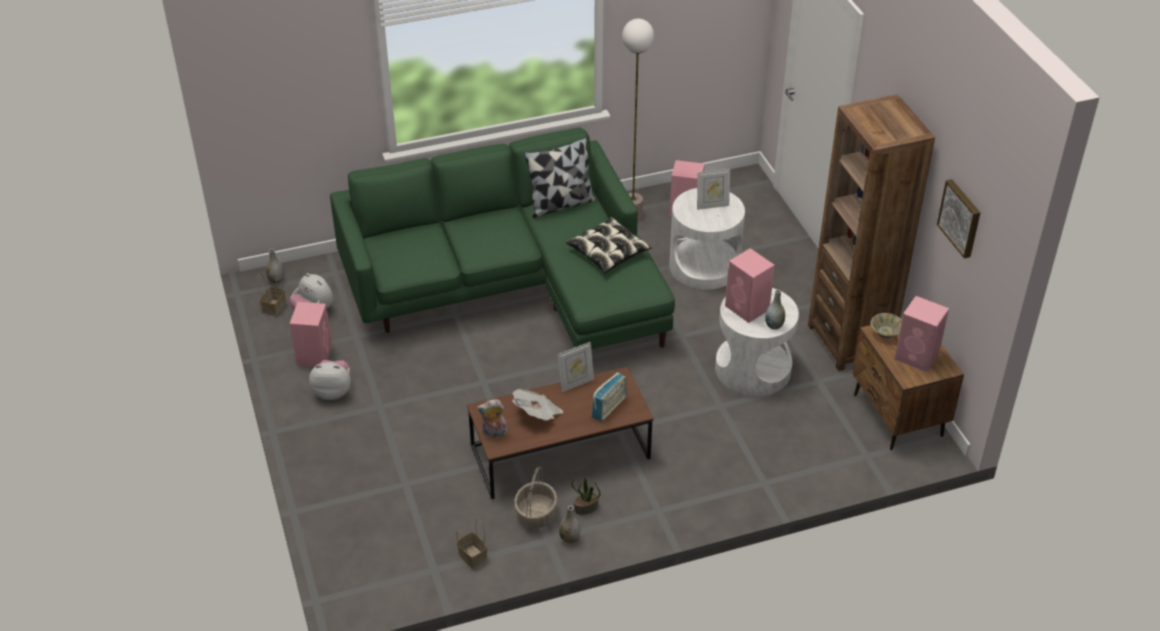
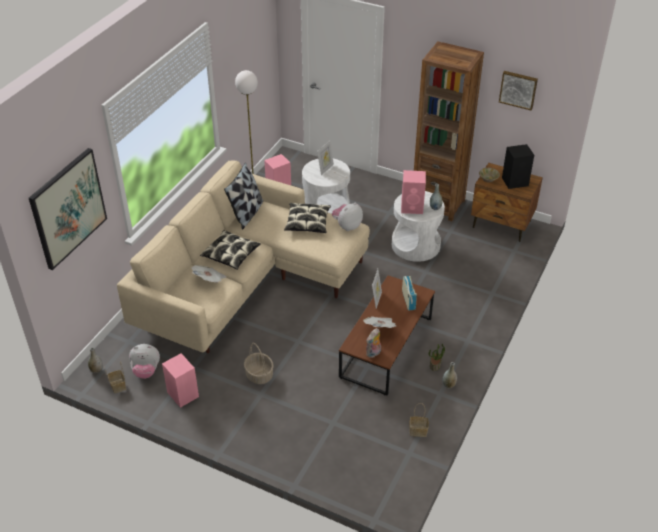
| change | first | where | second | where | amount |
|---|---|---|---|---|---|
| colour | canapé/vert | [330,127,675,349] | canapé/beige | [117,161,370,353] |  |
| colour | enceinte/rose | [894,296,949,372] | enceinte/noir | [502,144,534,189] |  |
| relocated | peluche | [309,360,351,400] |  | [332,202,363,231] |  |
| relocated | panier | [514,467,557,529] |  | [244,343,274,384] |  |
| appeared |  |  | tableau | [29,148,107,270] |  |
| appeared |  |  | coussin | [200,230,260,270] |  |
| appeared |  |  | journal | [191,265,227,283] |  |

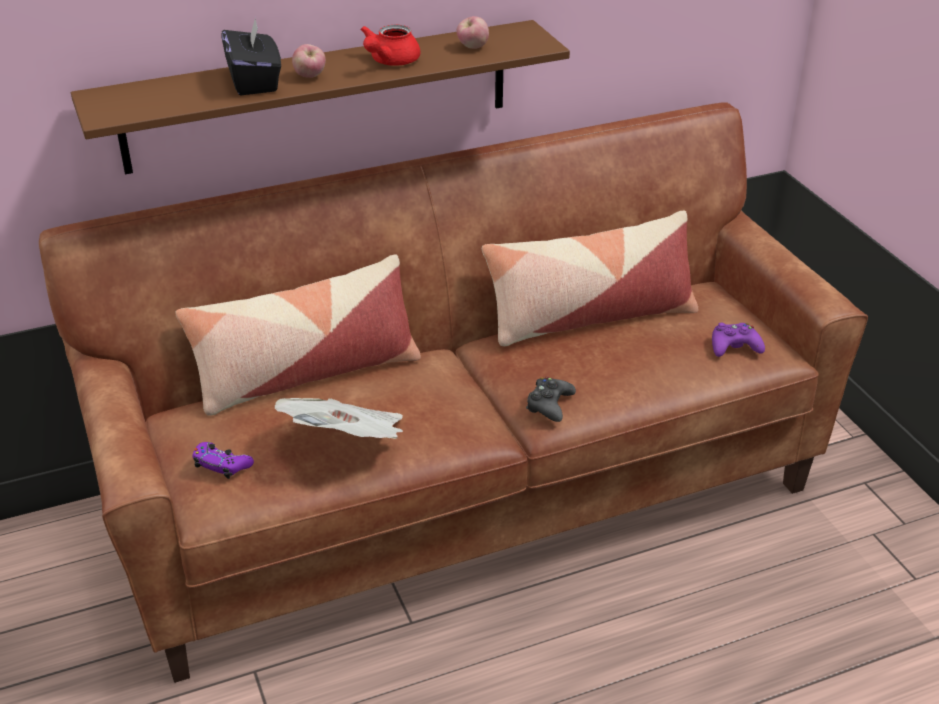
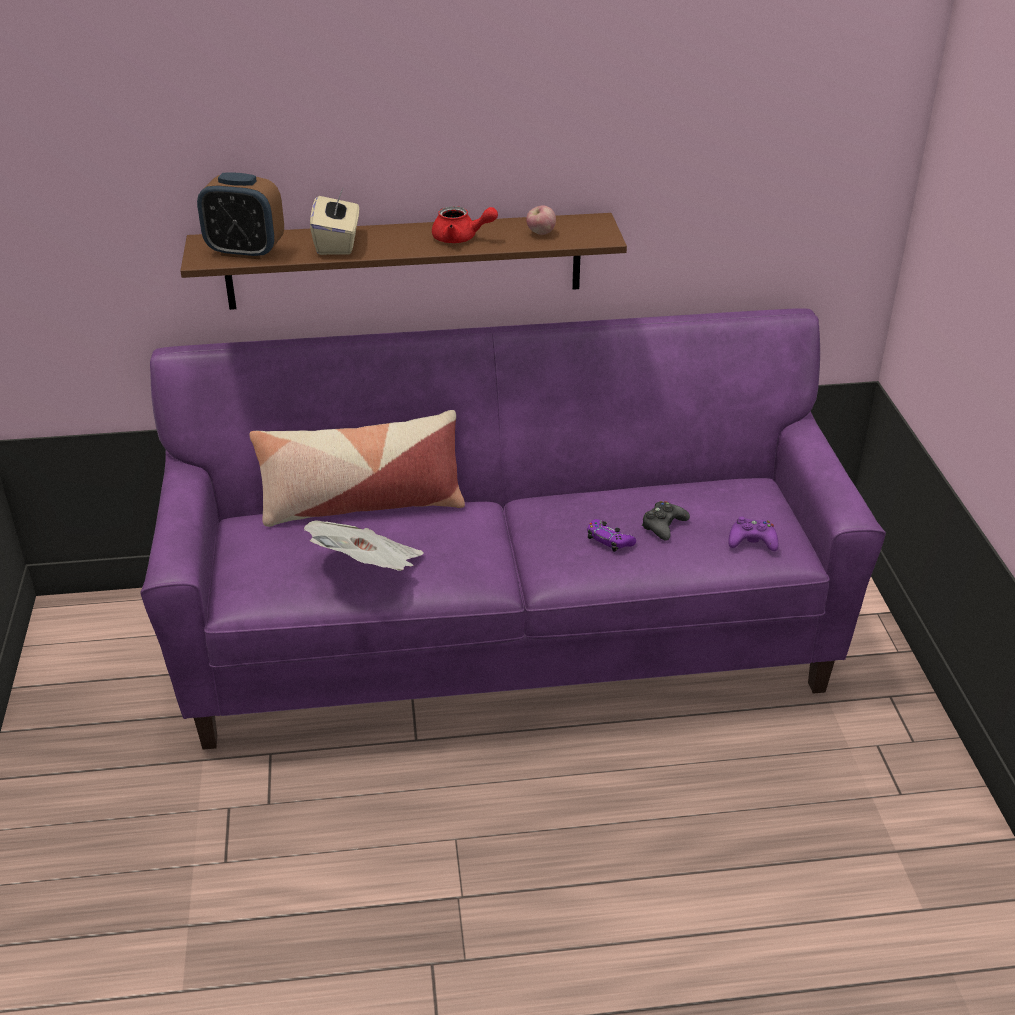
| change | first | where | second | where | amount |
|---|---|---|---|---|---|
| colour | boîte à mouchoirs/noir | [221,17,281,95] | boîte à mouchoirs/beige | [310,189,359,255] |  |
| spun | théière/rouge | [360,25,420,66] |  | [432,206,498,243] | 120 degrees counterclockwise |
| missing | pomme | [292,44,326,78] |  |  |  |
| colour | canapé/marron | [39,102,868,683] | canapé/violet | [140,308,886,750] |  |
| missing | coussin | [482,211,698,346] |  |  |  |
| relocated | manette/noir | [526,377,576,422] |  | [642,501,690,541] |  |
| relocated | manette/violet | [192,442,254,479] |  | [587,519,636,552] |  |
| appeared |  |  | réveil | [197,173,284,260] |  |

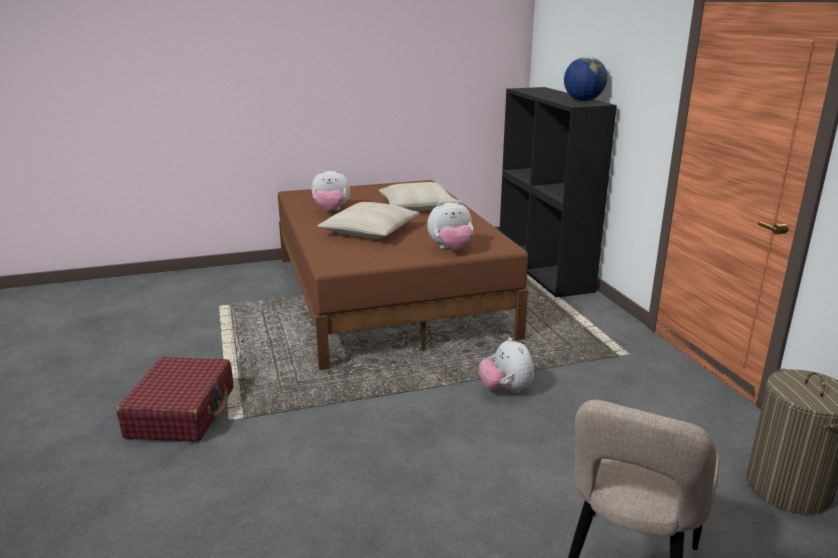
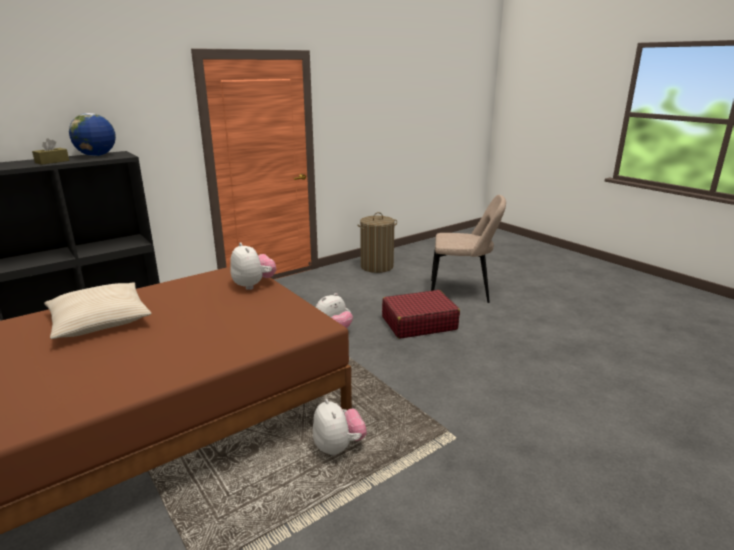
| change | first | where | second | where | amount |
|---|---|---|---|---|---|
| relocated | peluche | [311,169,350,211] |  | [313,398,367,456] |  |
| missing | coussin/beige | [317,202,420,239] |  |  |  |
| relocated | valise/rouge | [117,357,233,442] |  | [382,290,460,339] |  |
| appeared |  |  | boîte à mouchoirs/marron | [32,138,69,165] |  |

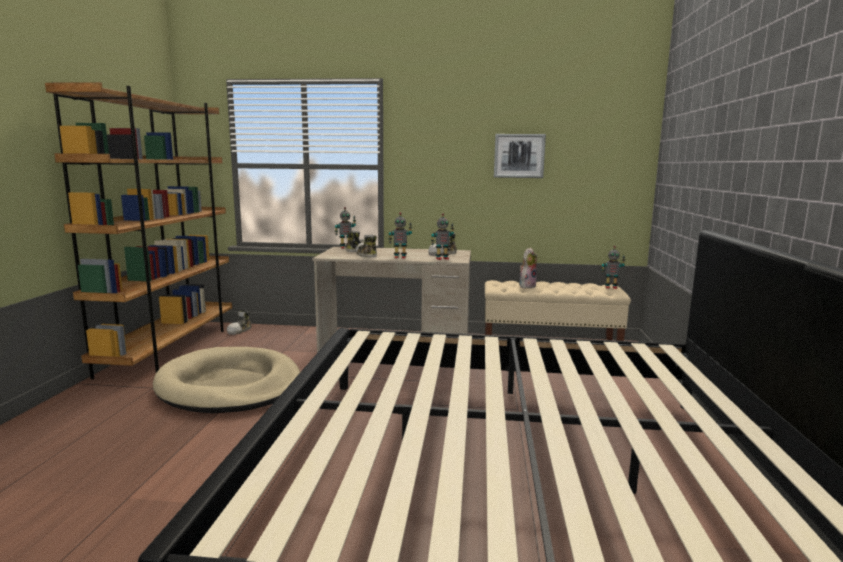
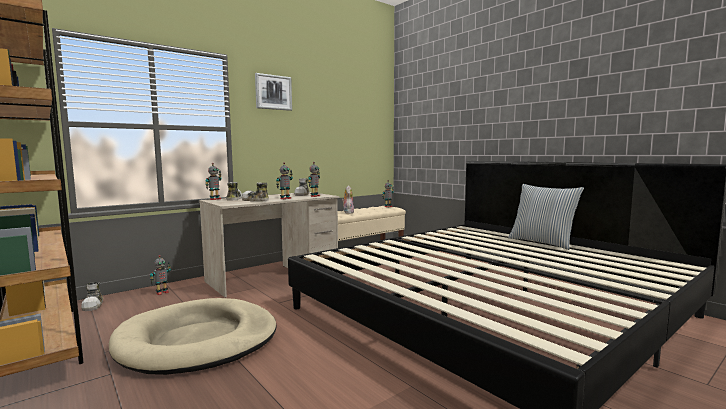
| change | first | where | second | where | amount |
|---|---|---|---|---|---|
| relocated | tableau | [494,134,546,178] |  | [255,73,292,111] |  |
| appeared |  |  | coussin | [508,184,584,250] |  |
| appeared |  |  | robot jouet | [150,255,171,295] |  |

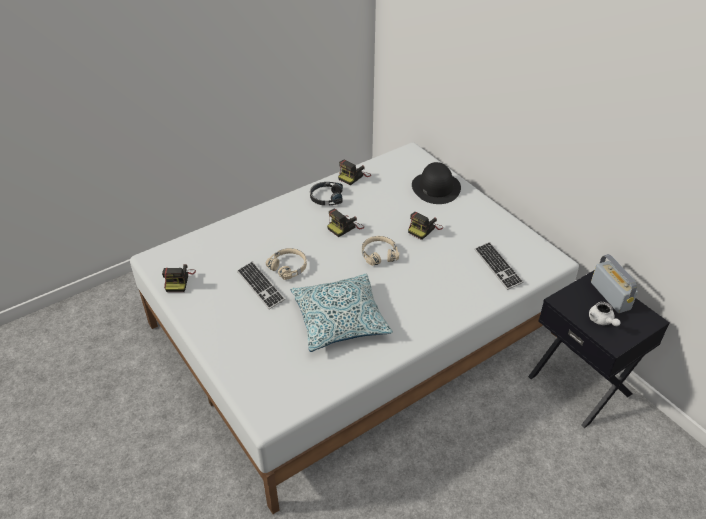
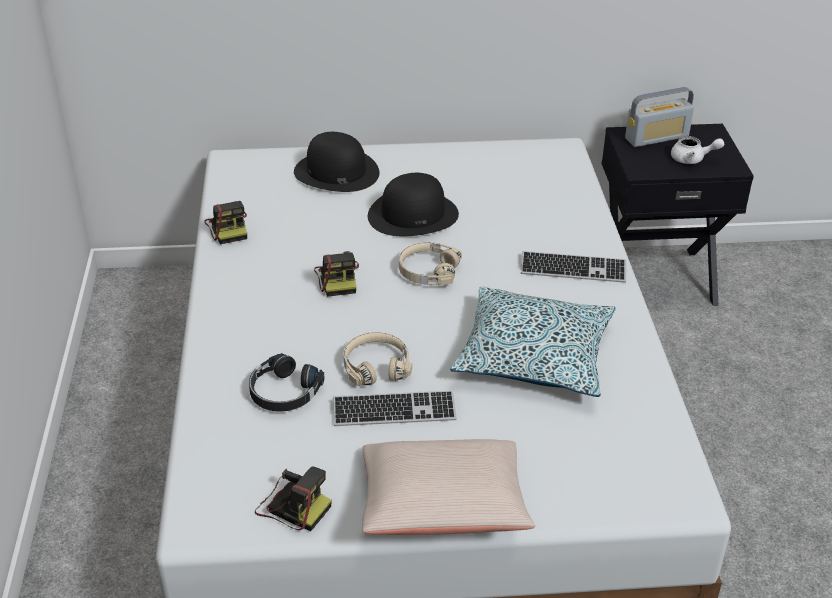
| change | first | where | second | where | amount |
|---|---|---|---|---|---|
| relocated | casque audio/noir | [310,182,343,206] |  | [249,353,324,412] |  |
| exchanged | appareil photo | [408,212,443,240] | chapeau/noir | [368,173,459,236] |  |
| relocated | clavier | [474,242,524,290] |  | [521,251,626,283] |  |
| spun | radio | [591,254,638,313] |  | [625,87,694,147] | 150 degrees clockwise |
| appeared |  |  | coussin/beige | [362,439,535,535] |  |

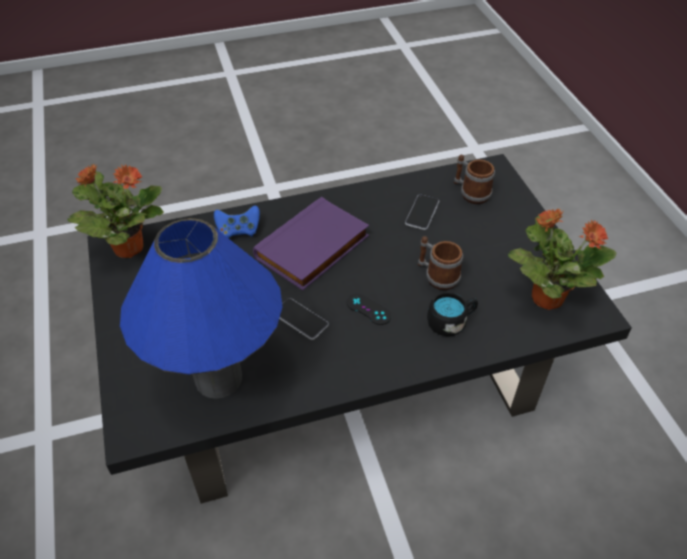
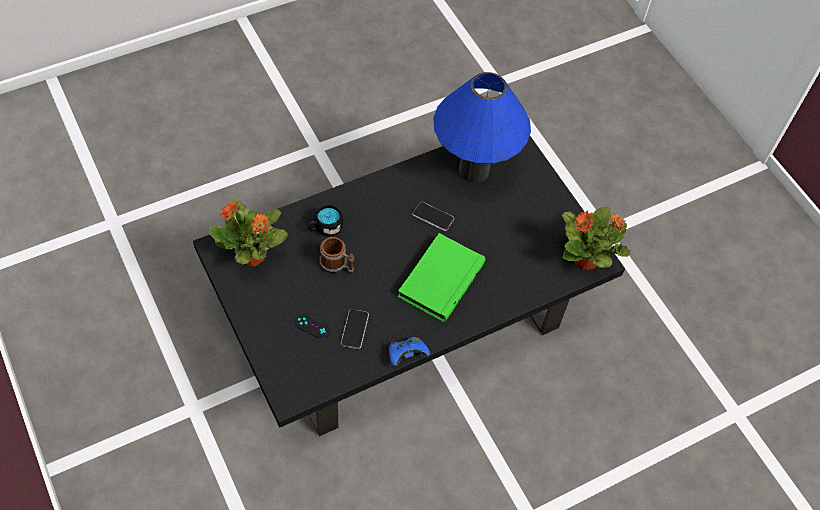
| change | first | where | second | where | amount |
|---|---|---|---|---|---|
| missing | mug | [454,155,495,204] |  |  |  |
| colour | livre/violet | [253,197,369,290] | livre/vert | [397,233,485,322] |  |
| relocated | manette/bleu | [214,206,260,238] |  | [389,337,430,366] |  |
| relocated | manette/noir | [347,294,391,325] |  | [294,314,331,339] |  |

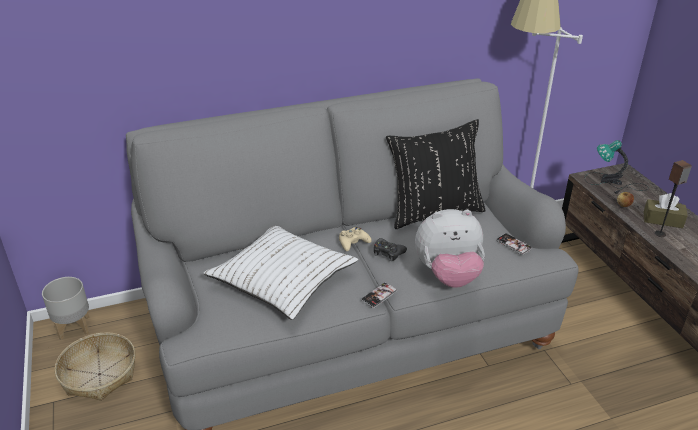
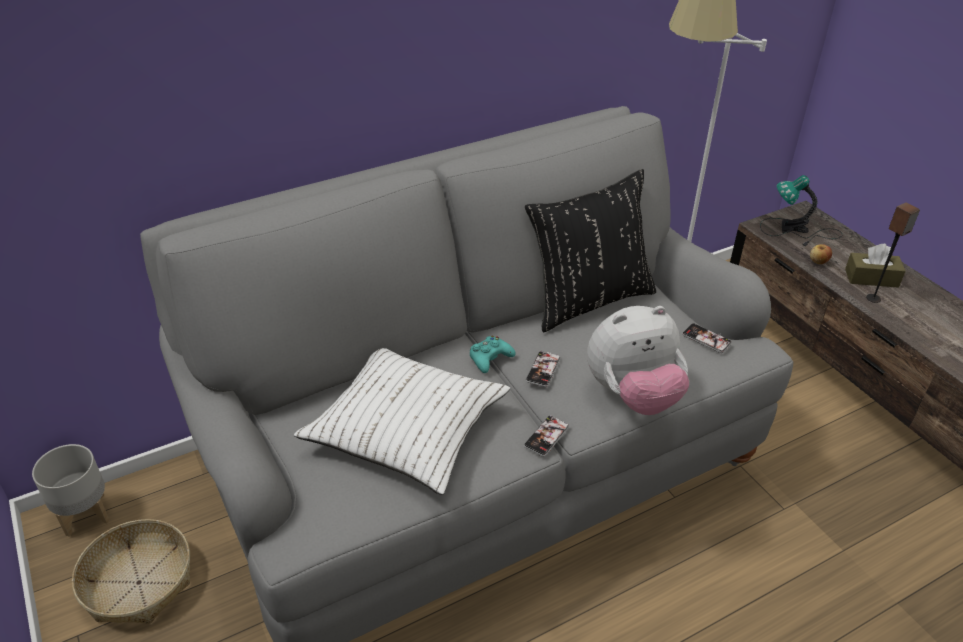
| change | first | where | second | where | amount |
|---|---|---|---|---|---|
| colour | manette/beige | [339,227,372,251] | manette/turquoise | [470,336,516,373] |  |
| exchanged | manette/noir | [374,238,407,261] | téléphone | [526,351,560,387] |  |

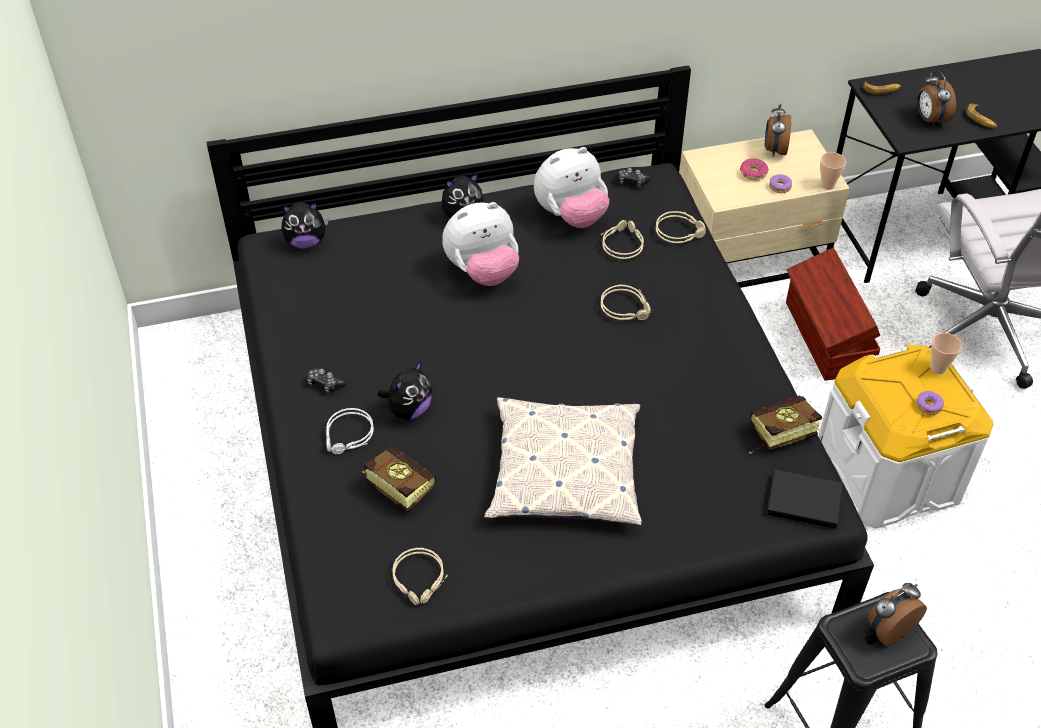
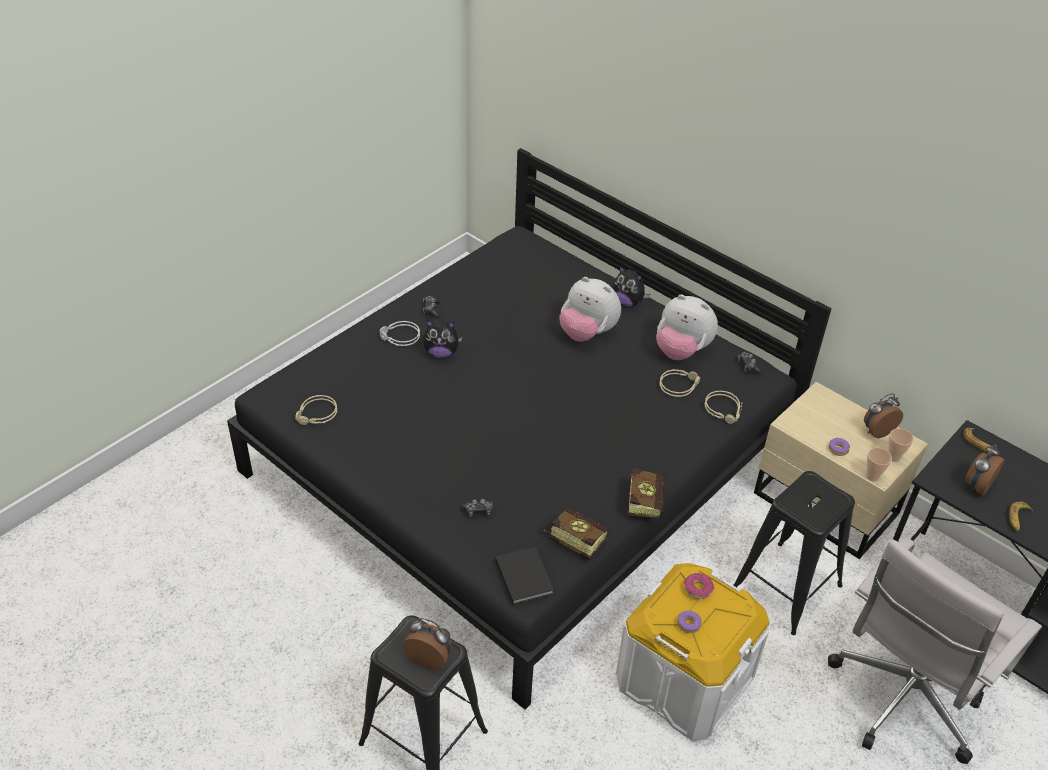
| change | first | where | second | where | amount |
|---|---|---|---|---|---|
| relocated | beignet | [740,159,769,181] |  | [684,573,714,599] |  |
| missing | peluche | [282,202,329,249] |  |  |  |
| exchanged | boîte de rangement/marron | [786,247,880,381] | tabouret/noir | [733,471,855,635] |  |
| missing | casque audio/beige | [601,285,651,320] |  |  |  |
| relocated | tasse | [930,333,962,374] |  | [888,428,914,462] |  |
| missing | coussin | [484,397,642,526] |  |  |  |
| relocated | livre | [362,446,436,513] |  | [628,467,665,518] |  |
| appeared |  |  | manette | [462,499,494,517] |  |

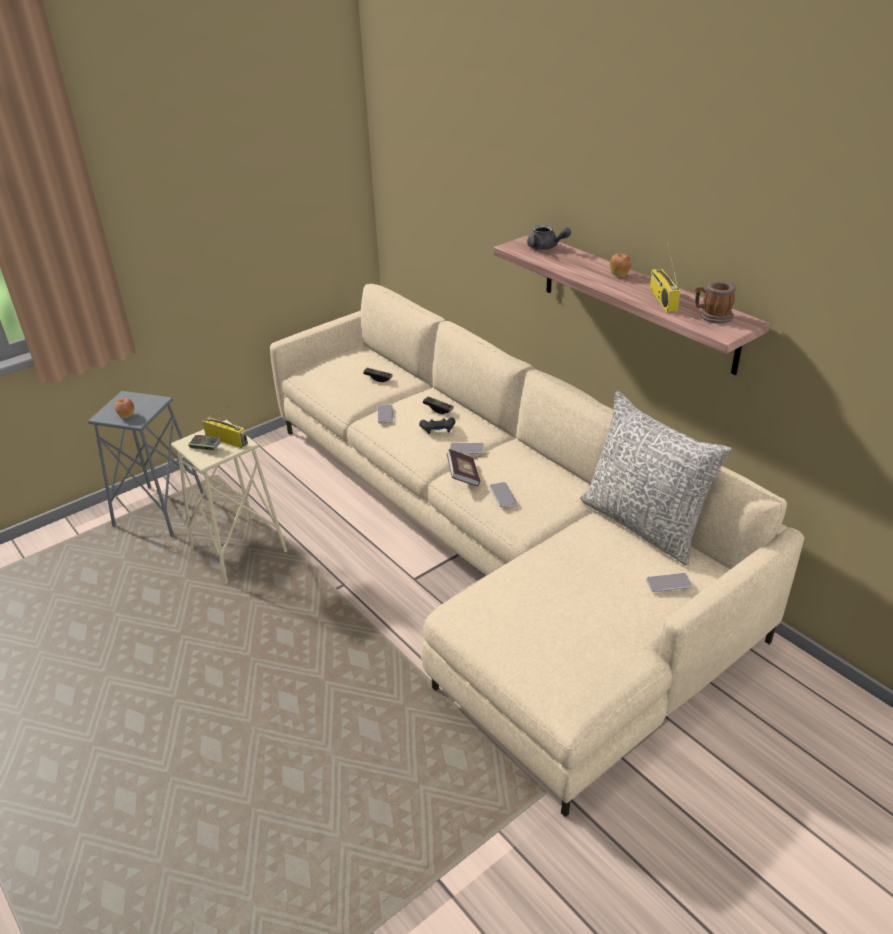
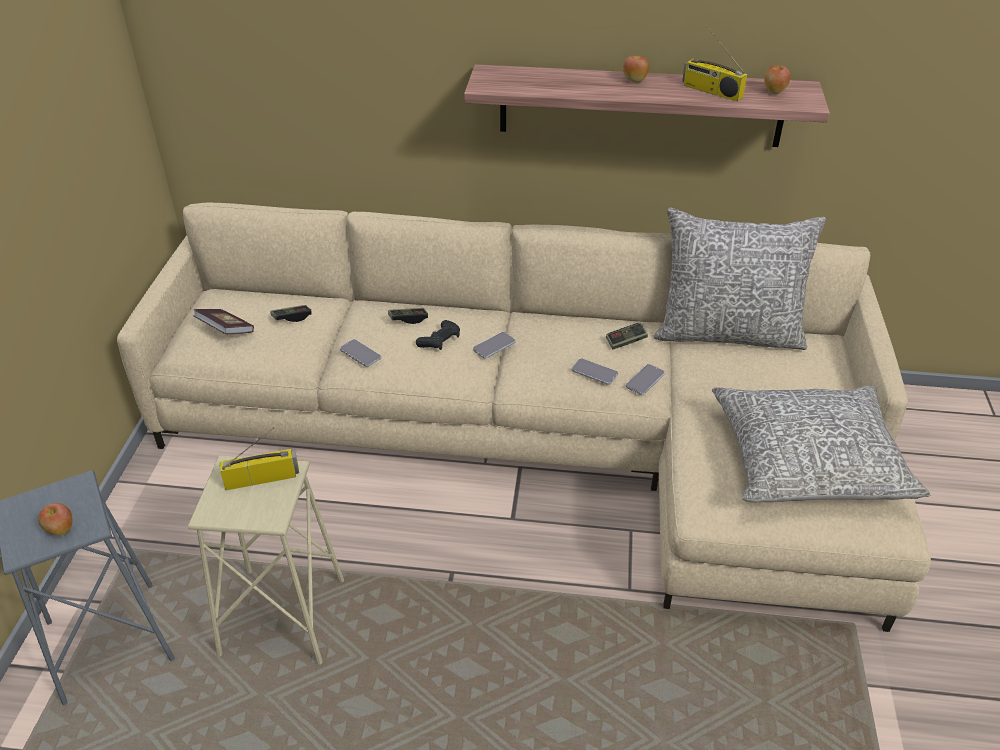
| change | first | where | second | where | amount |
|---|---|---|---|---|---|
| missing | théière/gris | [527,225,571,250] |  |  |  |
| exchanged | mug | [695,281,735,323] | pomme | [764,65,790,94] |  |
| relocated | manette | [188,435,222,450] |  | [606,322,648,350] |  |
| relocated | livre | [447,449,480,486] |  | [193,309,254,334] |  |
| relocated | téléphone | [646,573,692,592] |  | [626,364,665,395] |  |
| appeared |  |  | coussin/gris | [712,386,931,502] |  |

